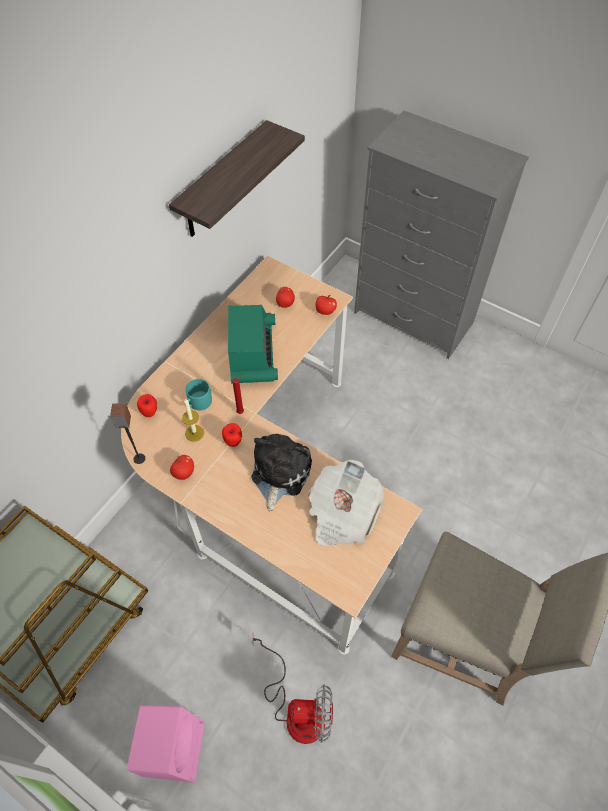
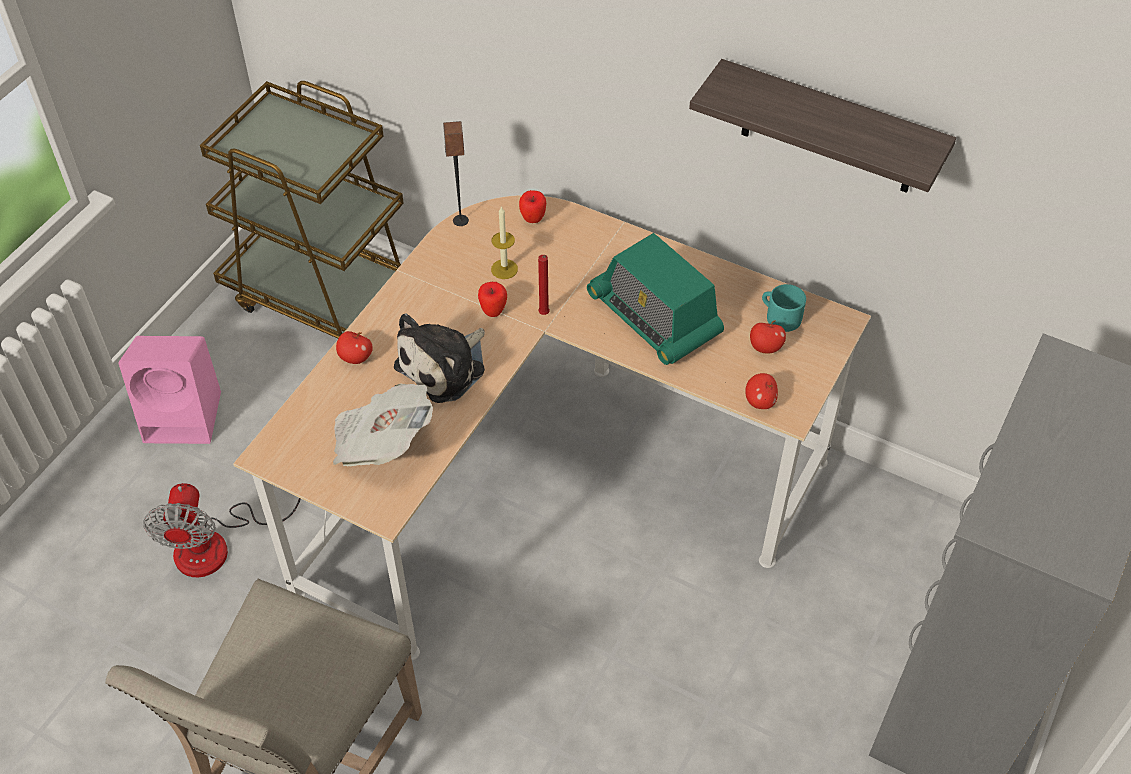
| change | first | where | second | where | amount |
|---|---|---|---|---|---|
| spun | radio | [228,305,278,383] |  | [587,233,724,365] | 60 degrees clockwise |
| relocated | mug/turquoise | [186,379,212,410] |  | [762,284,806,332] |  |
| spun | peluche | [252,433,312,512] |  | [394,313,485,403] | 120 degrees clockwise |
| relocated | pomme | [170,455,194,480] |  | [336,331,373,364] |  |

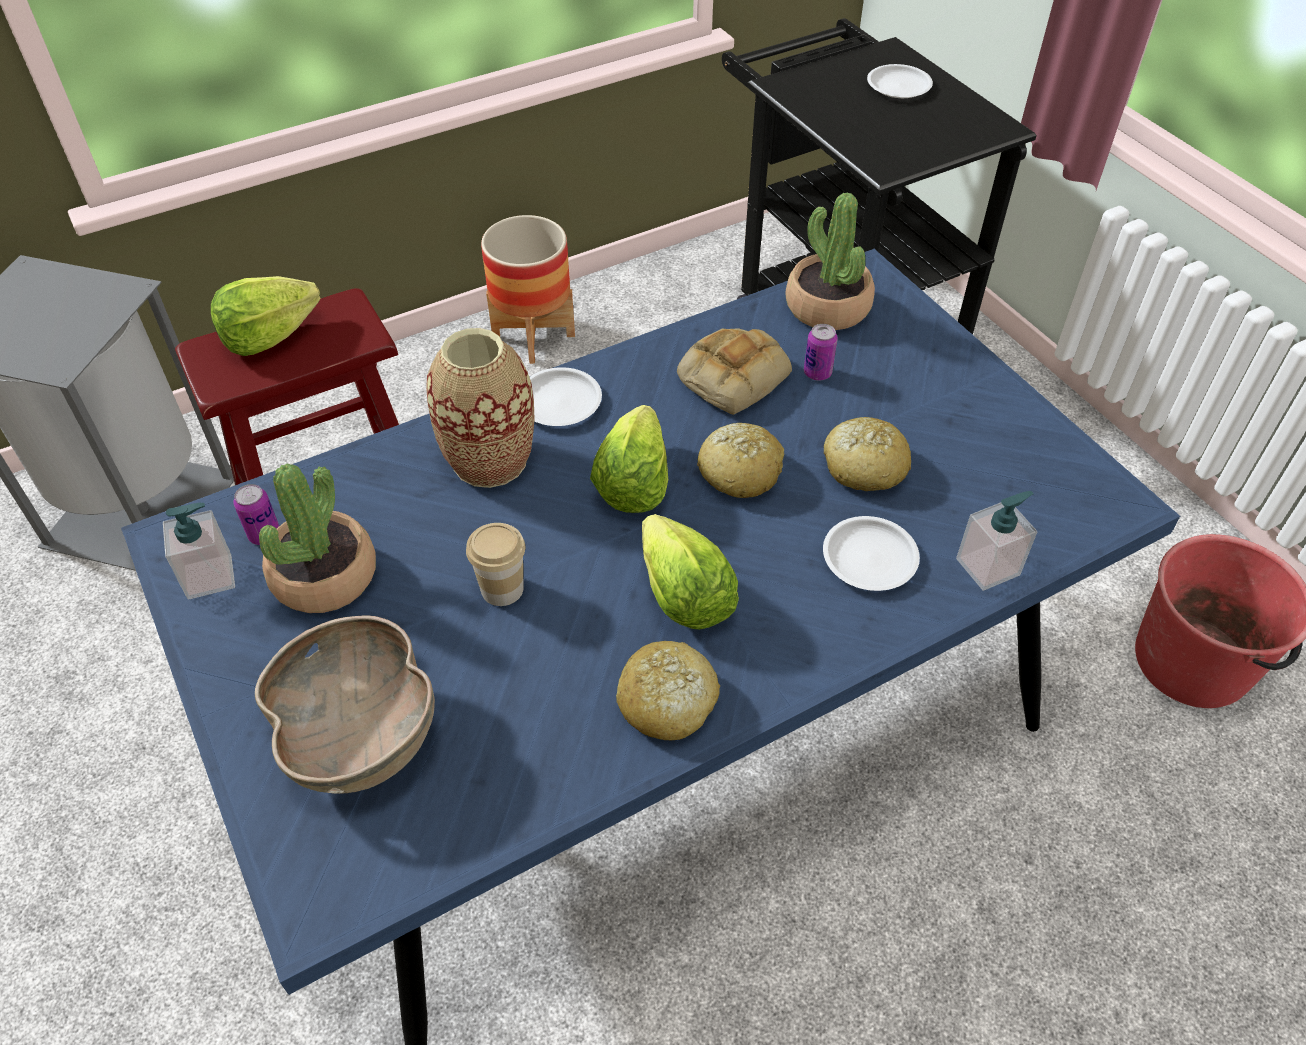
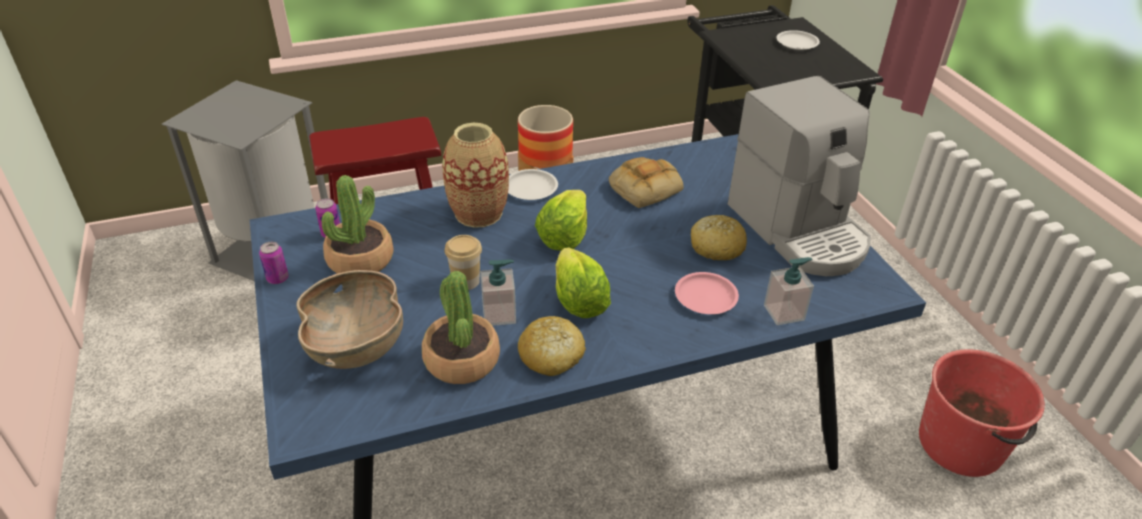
| change | first | where | second | where | amount |
|---|---|---|---|---|---|
| relocated | plante en pot | [785,192,875,330] |  | [422,271,500,384] |  |
| missing | laitue | [211,276,320,356] |  |  |  |
| relocated | boîte métallique | [804,324,838,381] |  | [259,242,289,284] |  |
| missing | pain | [697,423,784,498] |  |  |  |
| relocated | distributeur de savon | [163,503,235,600] |  | [481,259,516,326] |  |
| colour | assiette/blanc | [823,516,920,591] | assiette/rose | [675,272,739,314] |  |
| appeared |  |  | machine à café | [728,76,871,276] |  |

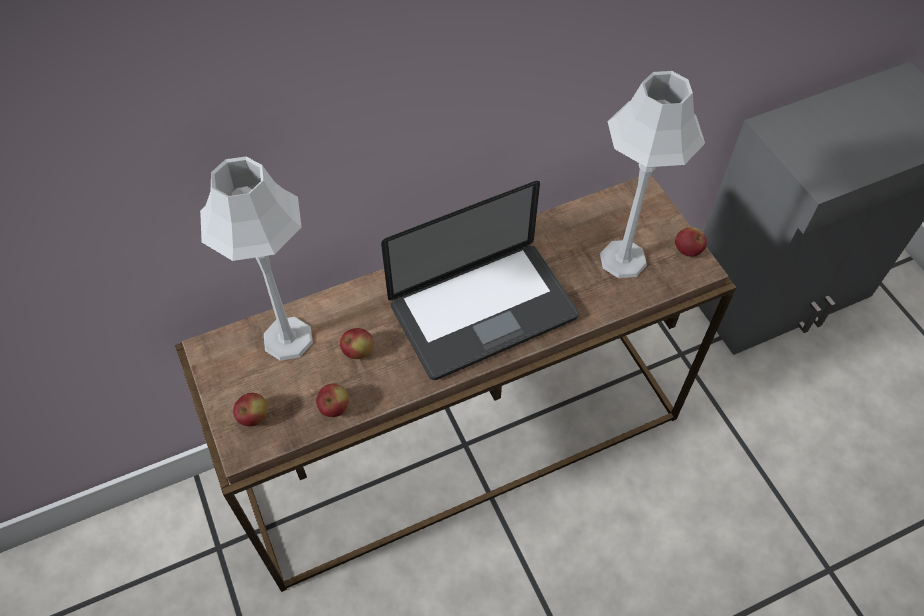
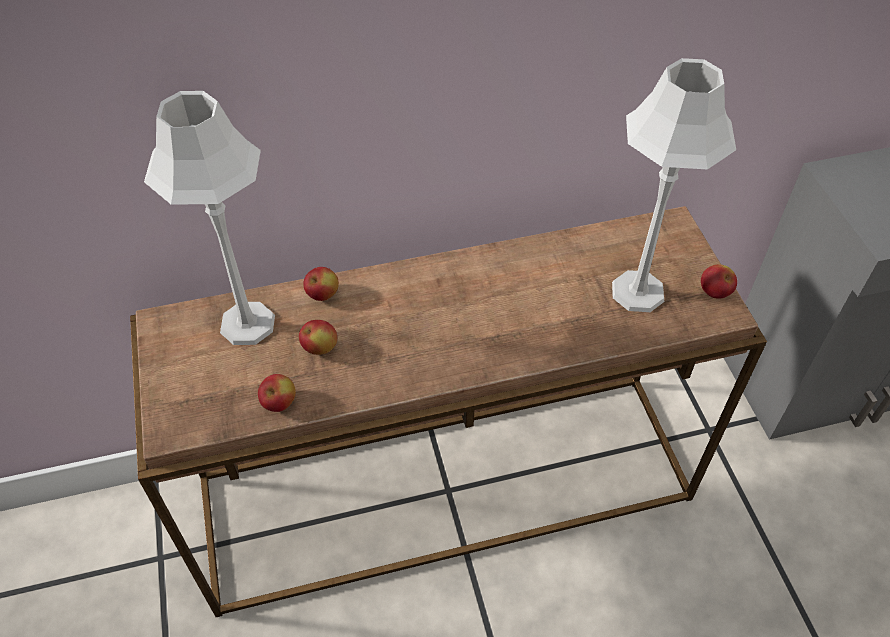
| change | first | where | second | where | amount |
|---|---|---|---|---|---|
| missing | ordinateur portable | [381,181,579,380] |  |  |  |
| relocated | pomme | [233,393,268,427] |  | [303,267,339,301] |  |

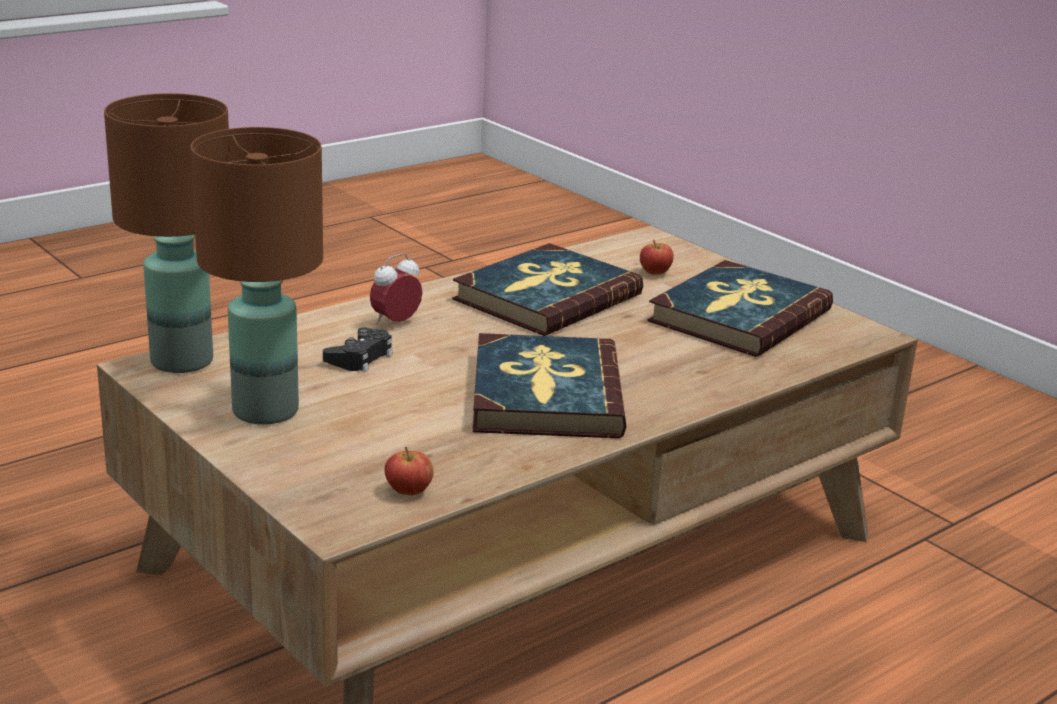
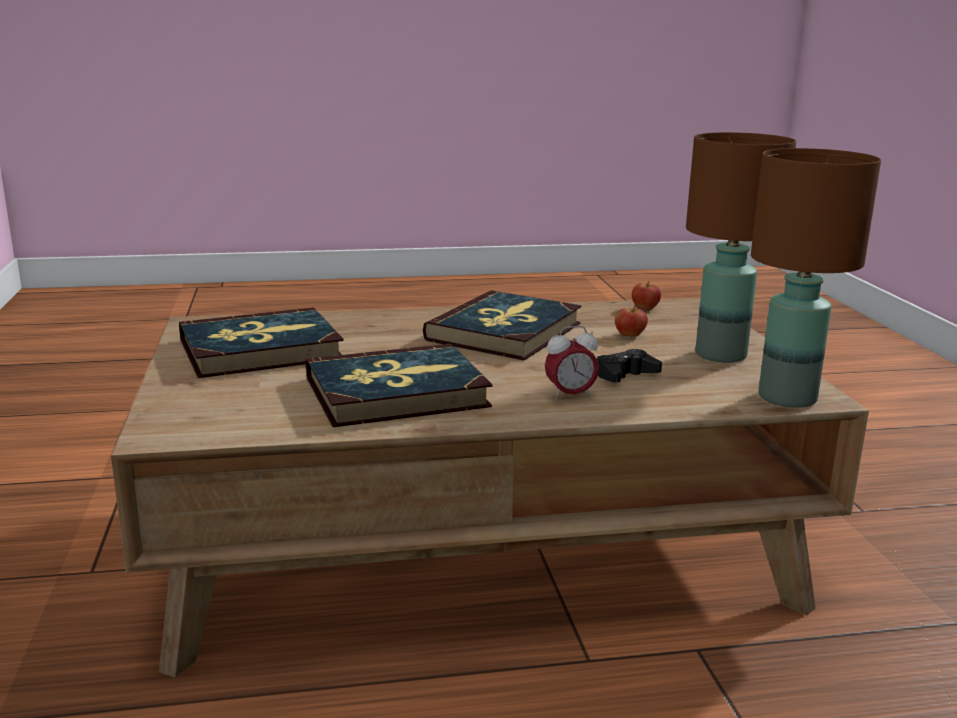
| change | first | where | second | where | amount |
|---|---|---|---|---|---|
| relocated | pomme | [640,240,674,275] |  | [615,305,648,337] |  |

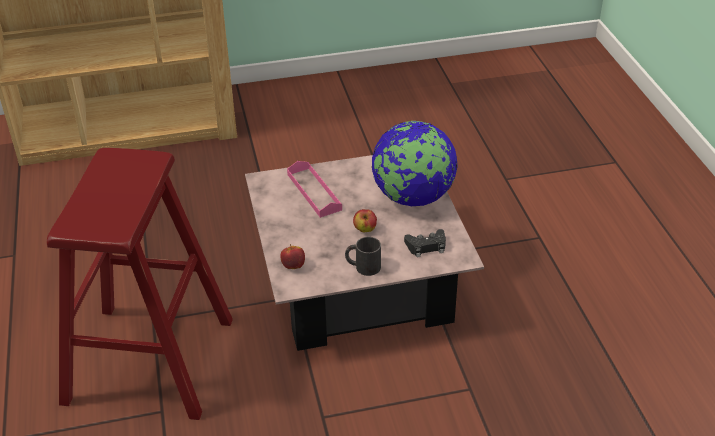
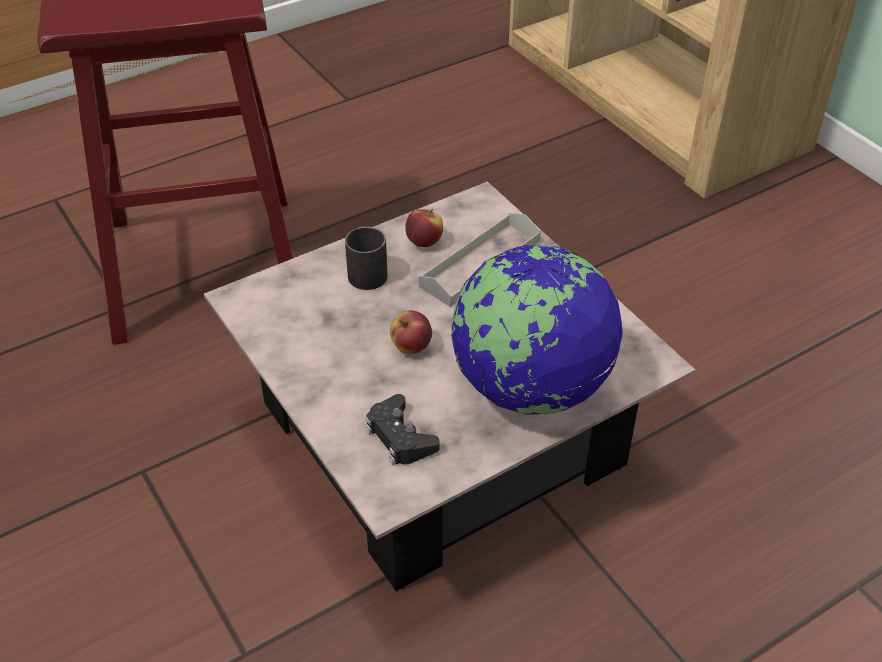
| change | first | where | second | where | amount |
|---|---|---|---|---|---|
| colour | plateau/rose | [287,161,342,218] | plateau/gris | [419,213,541,307] |  |
| relocated | mug/noir | [345,237,381,276] |  | [345,225,388,290] |  |
| relocated | pomme | [280,244,305,269] |  | [405,209,443,247] |  |

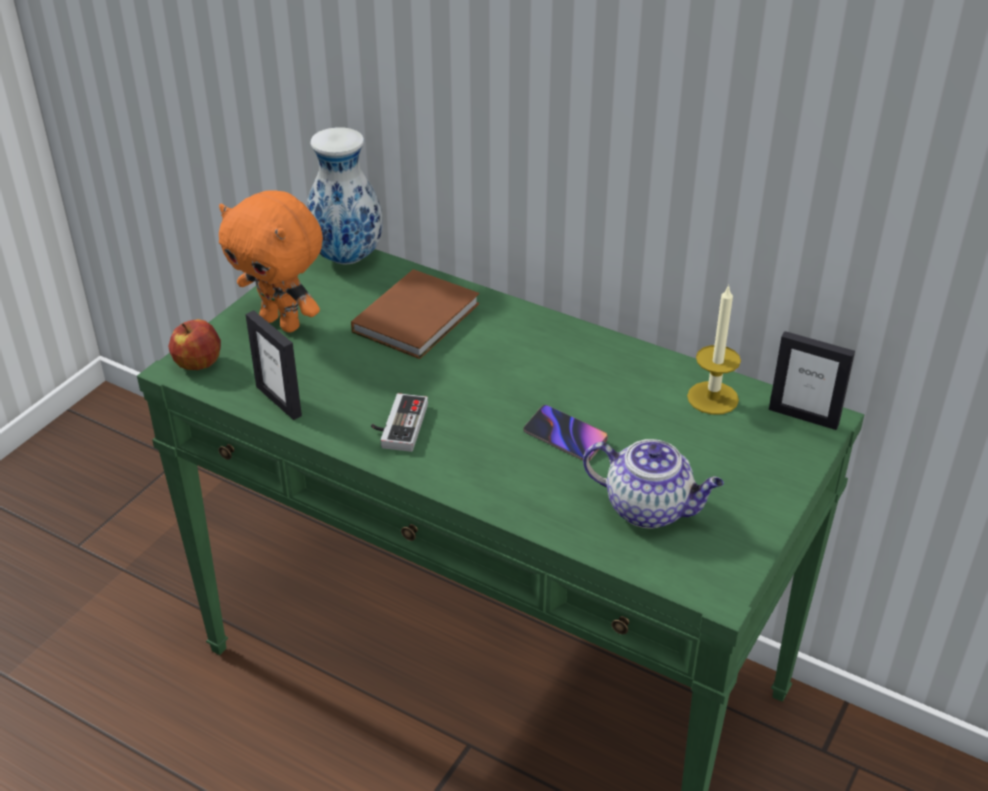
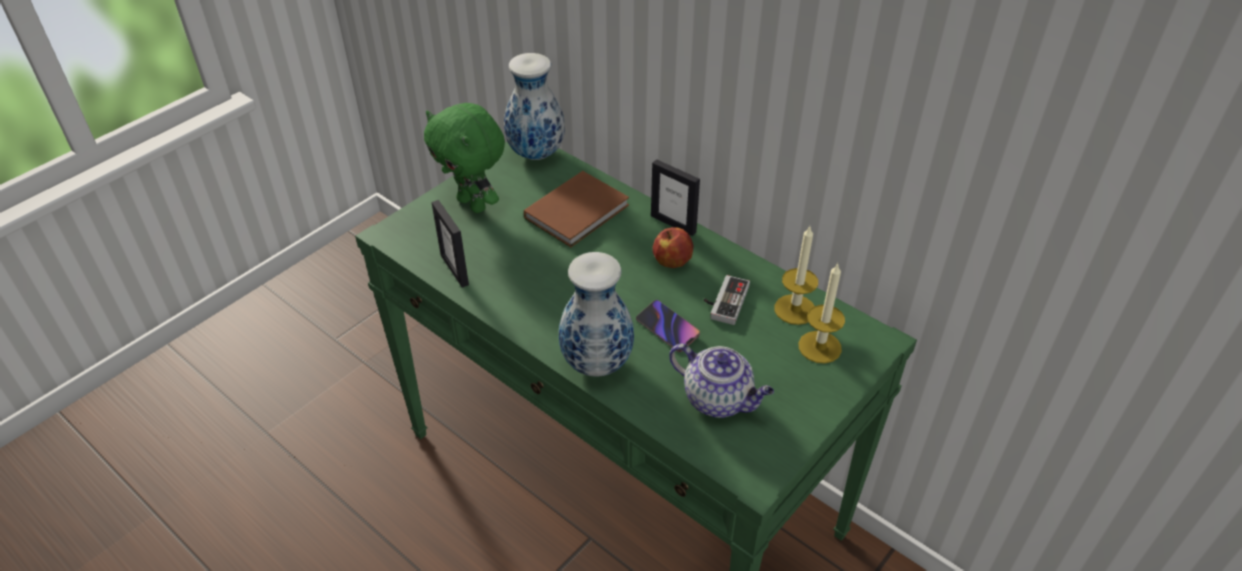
| change | first | where | second | where | amount |
|---|---|---|---|---|---|
| colour | peluche/orange | [219,190,323,333] | peluche/vert | [424,103,505,213] |  |
| relocated | pomme | [168,319,221,370] |  | [653,227,694,268] |  |
| relocated | cadre photo | [769,331,855,430] |  | [651,159,700,236] |  |
| relocated | manette | [371,393,428,452] |  | [704,275,750,325] |  |
| appeared |  |  | vase | [559,252,634,377] |  |
| appeared |  |  | bougie | [799,262,845,363] |  |

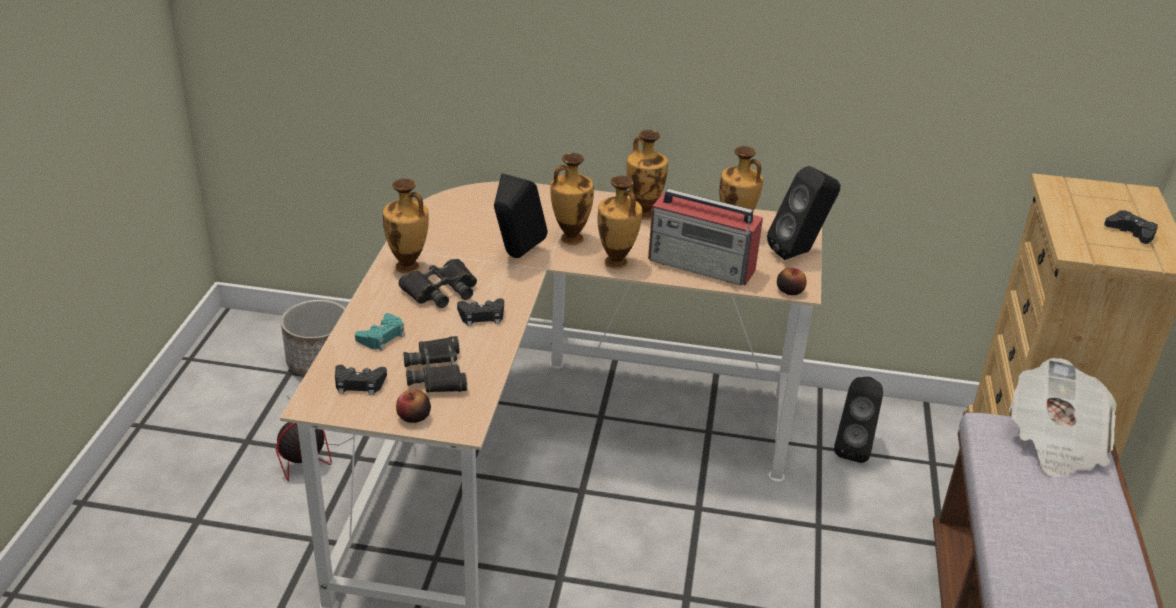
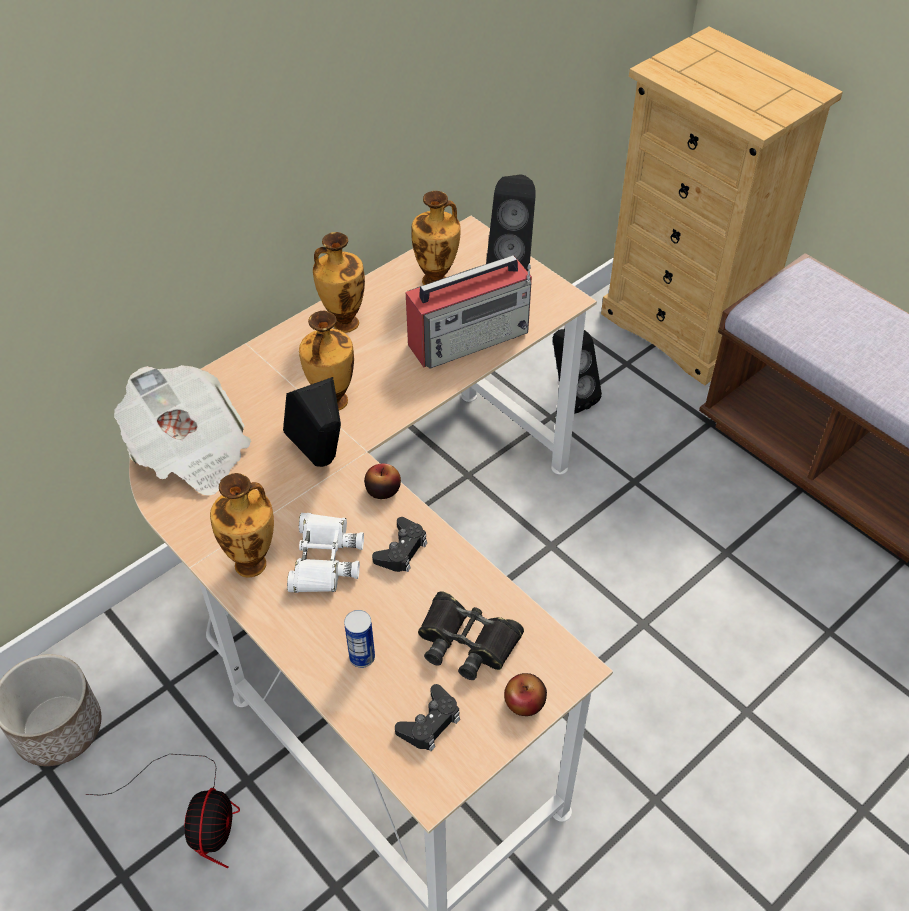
| change | first | where | second | where | amount |
|---|---|---|---|---|---|
| missing | vase | [598,176,642,269] |  |  |  |
| missing | manette/noir | [1104,210,1158,244] |  |  |  |
| colour | jumelles/noir | [399,259,477,308] | jumelles/blanc | [287,513,364,593] |  |
| relocated | pomme | [777,268,807,295] |  | [364,464,401,499] |  |
| exchanged | manette/turquoise | [355,313,405,350] | boîte métallique | [344,610,375,668] |  |
| relocated | journal | [1009,358,1117,477] |  | [114,365,251,496] |  |

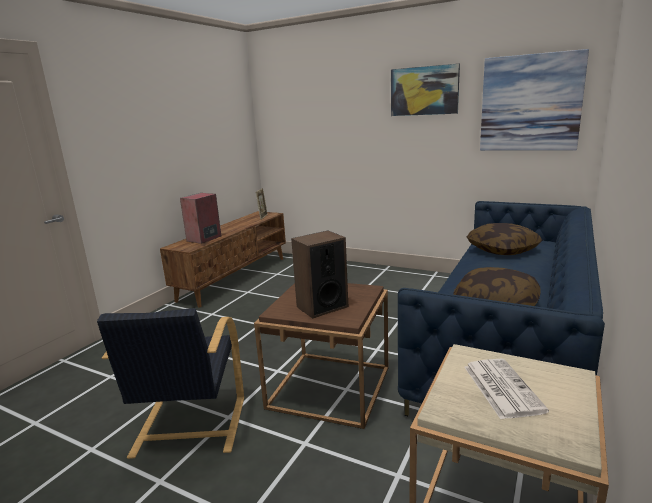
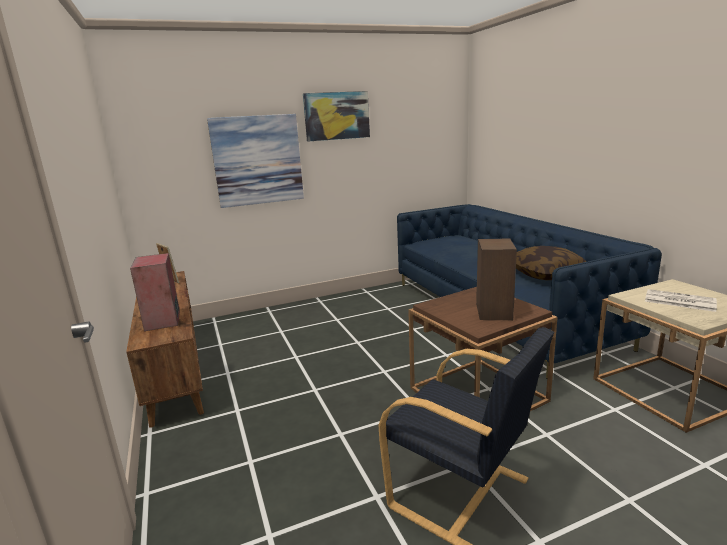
| change | first | where | second | where | amount |
|---|---|---|---|---|---|
| relocated | tableau | [480,49,589,151] |  | [207,114,304,208] |  |
| missing | coussin | [466,223,542,255] |  |  |  |

